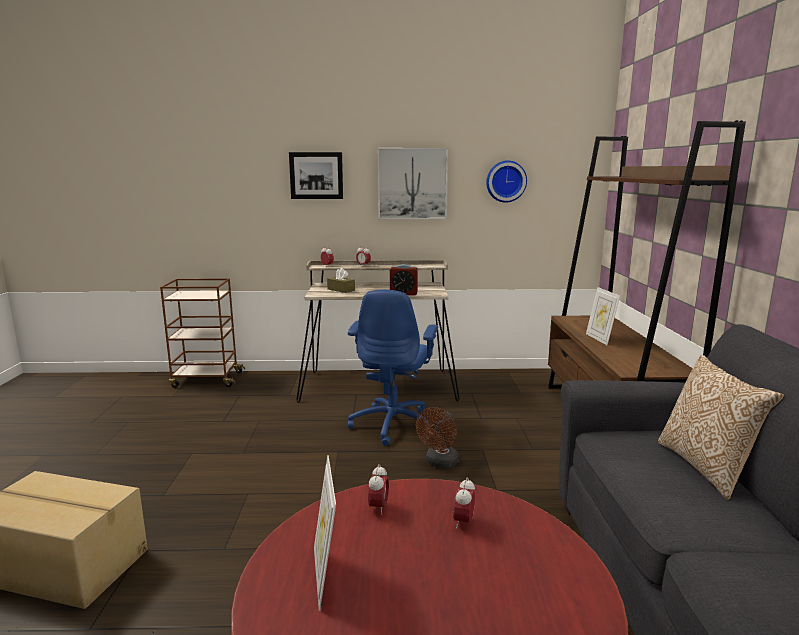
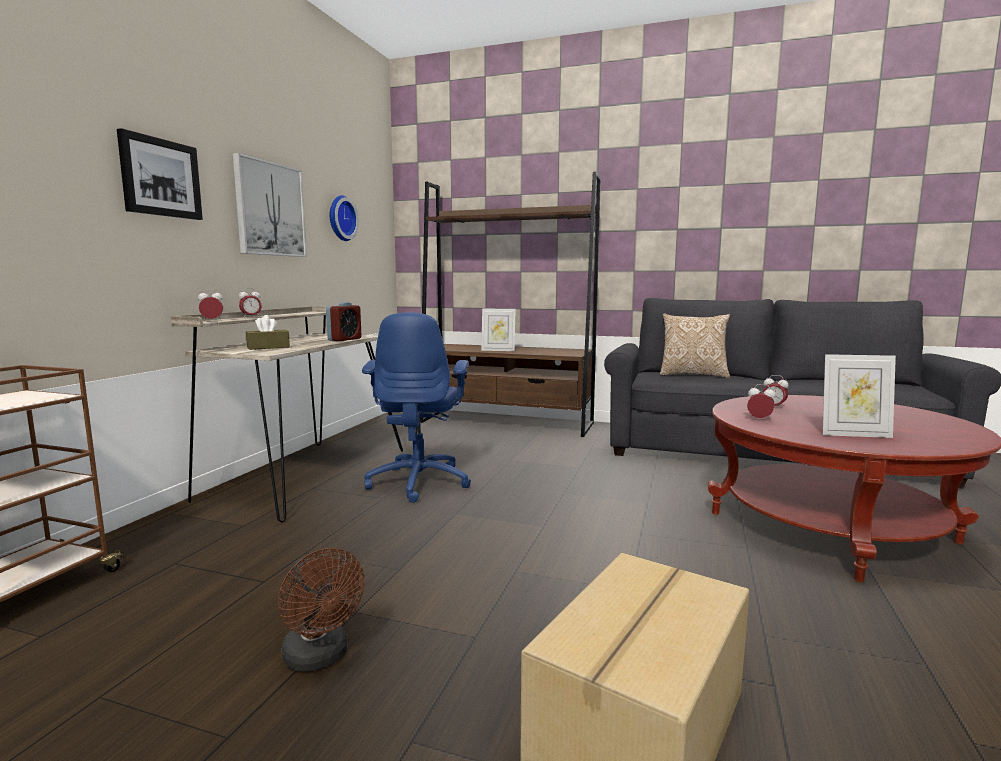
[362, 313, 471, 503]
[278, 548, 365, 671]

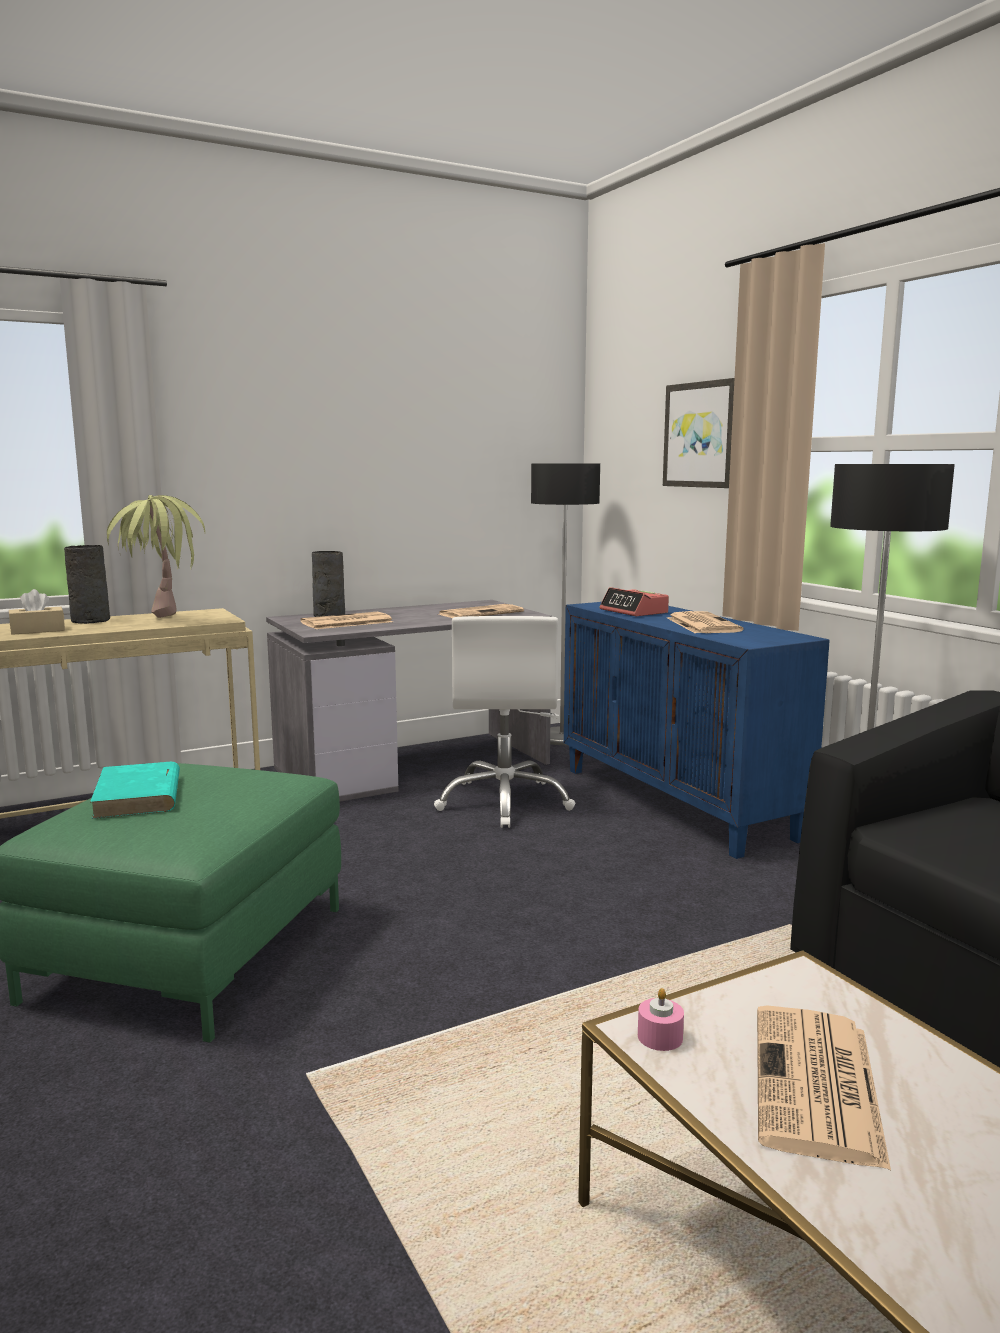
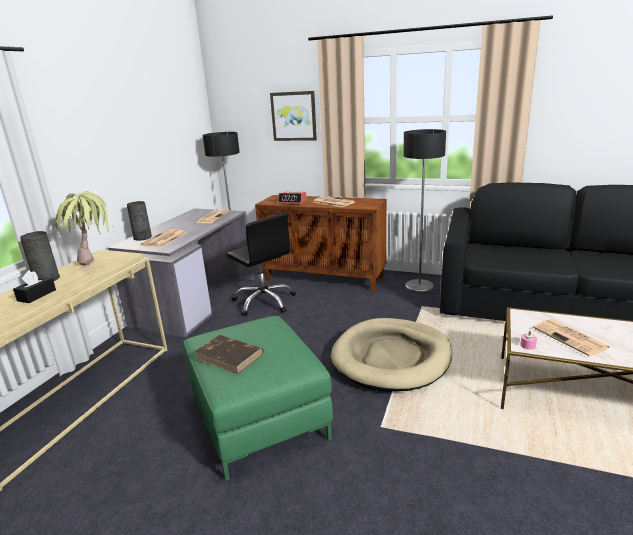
[13, 271, 56, 303]
[255, 195, 386, 291]
[227, 213, 296, 316]
[195, 335, 263, 374]
[331, 318, 452, 391]

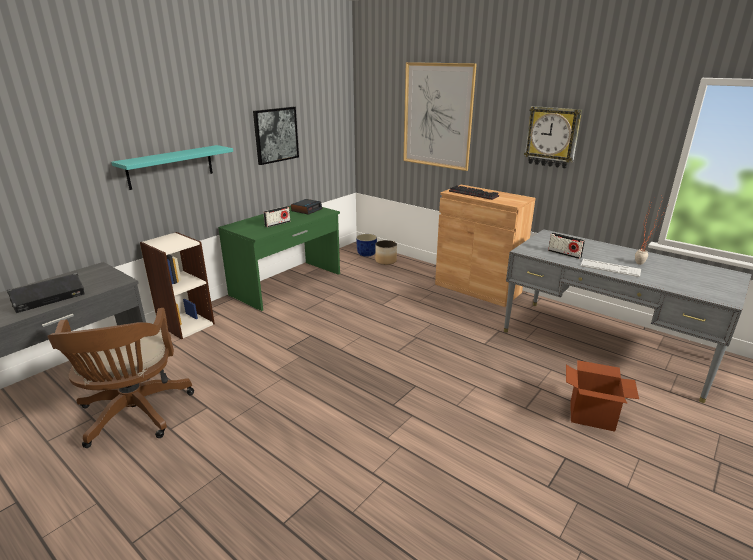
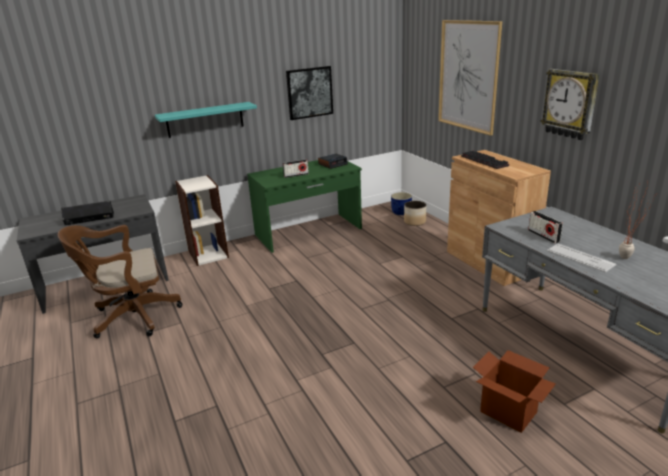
[58, 225, 183, 338]

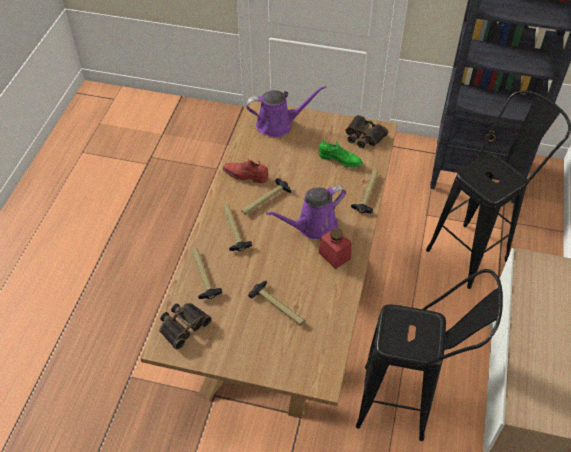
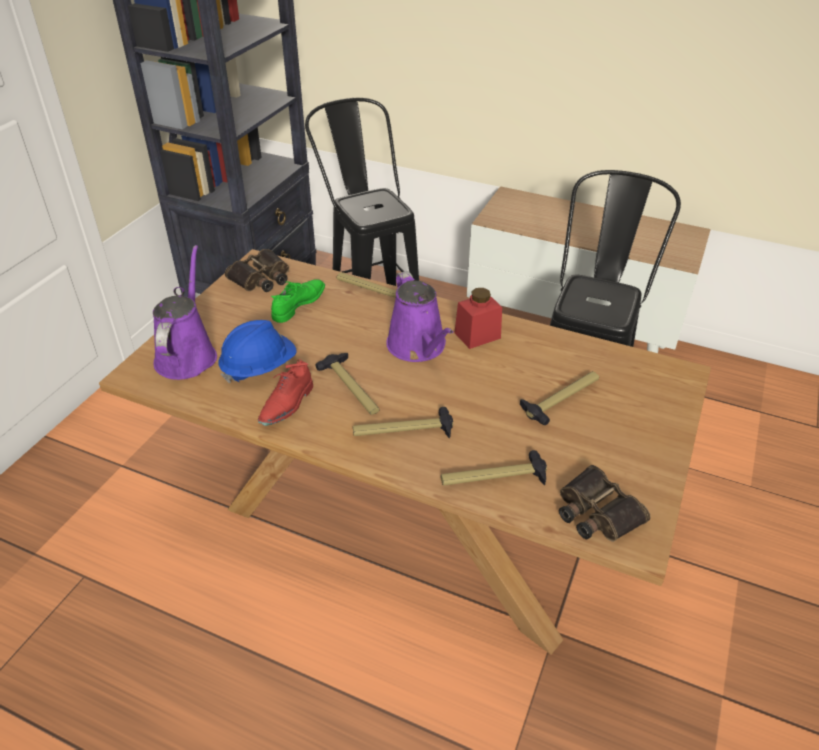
[219, 320, 297, 383]

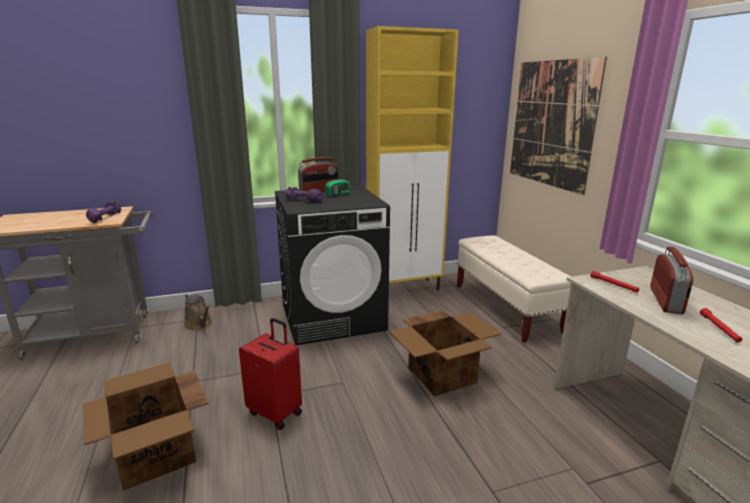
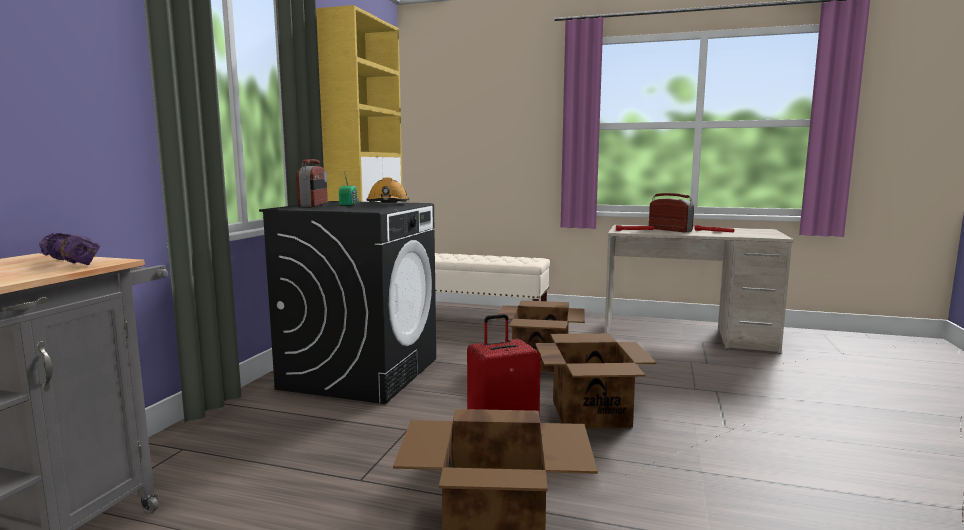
[510, 57, 607, 195] (first image)
[286, 187, 324, 202] (first image)
[184, 293, 212, 331] (first image)
[366, 177, 409, 203]
[535, 333, 656, 428]

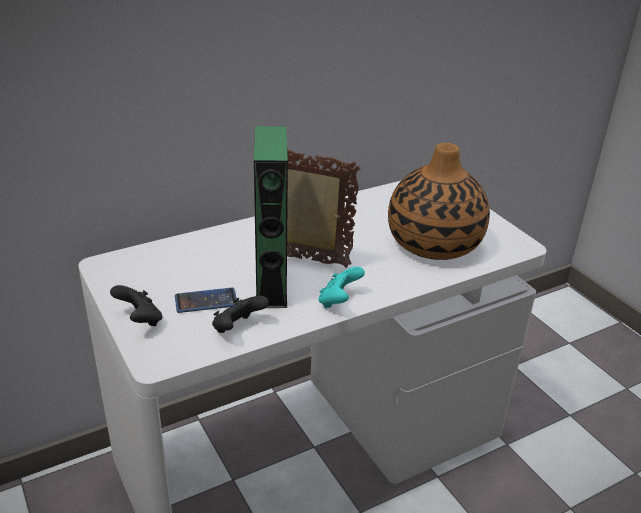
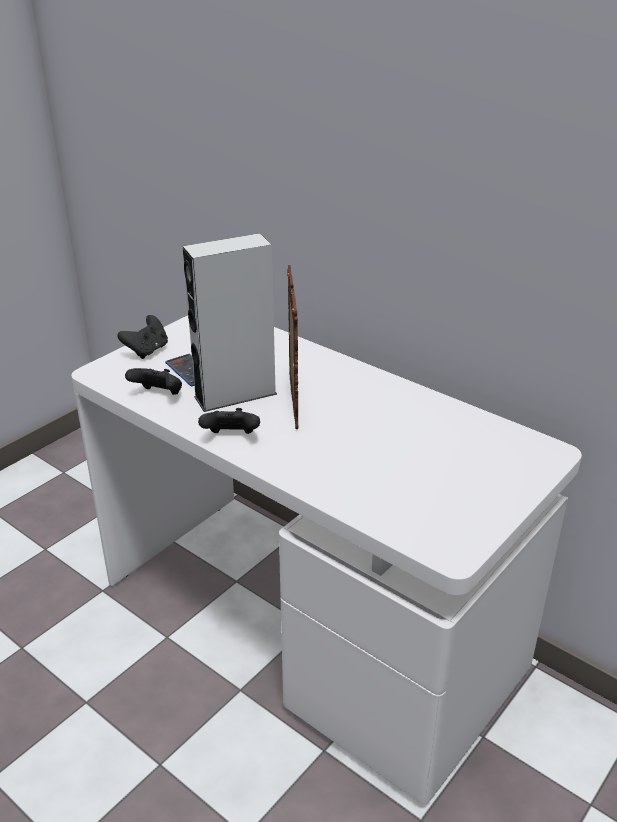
[183, 233, 277, 412]
[388, 143, 490, 260] (first image)
[198, 408, 260, 434]

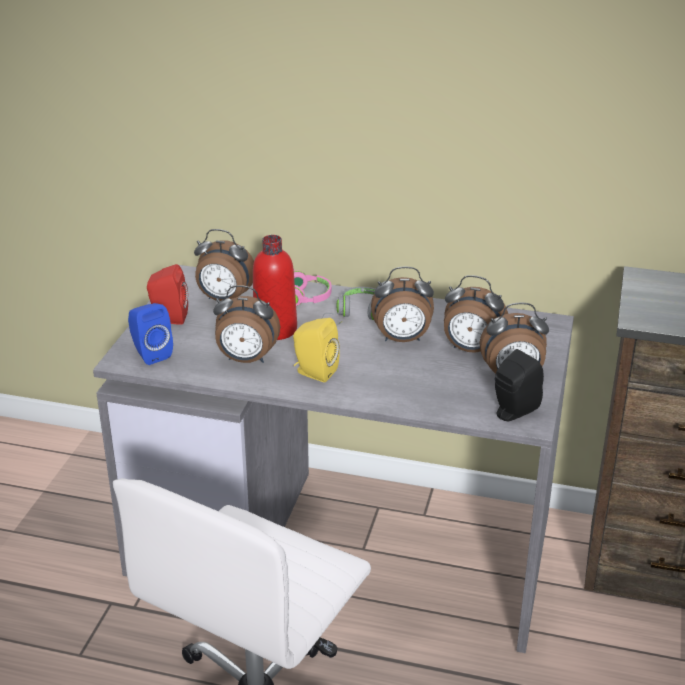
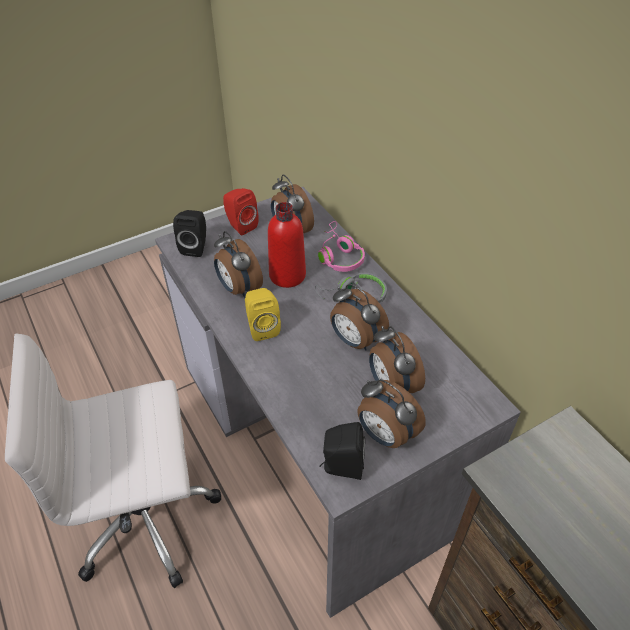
[173, 210, 206, 257]

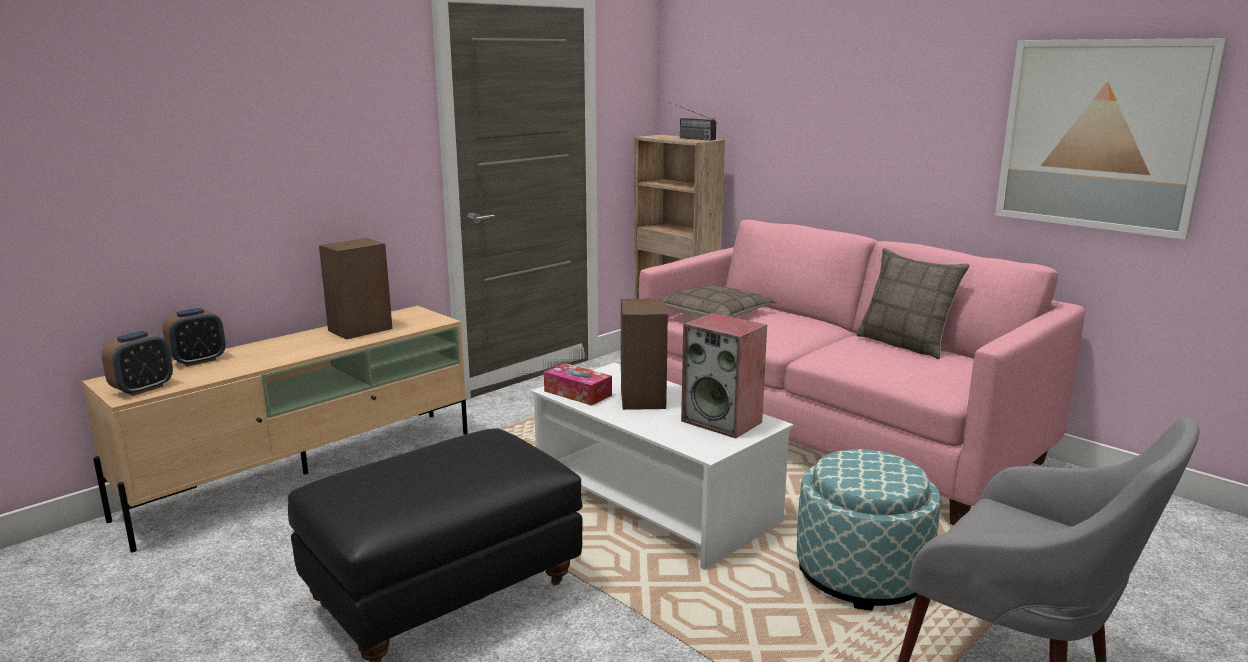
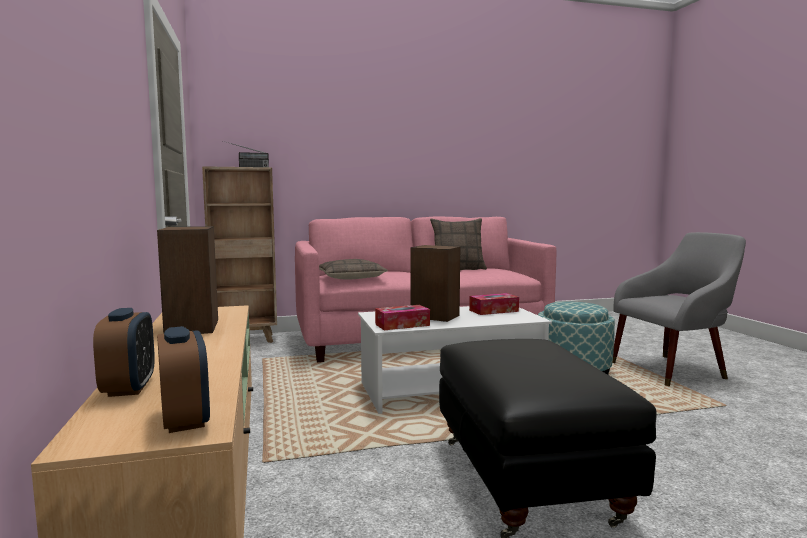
[995, 38, 1228, 240] (first image)
[469, 293, 519, 315]

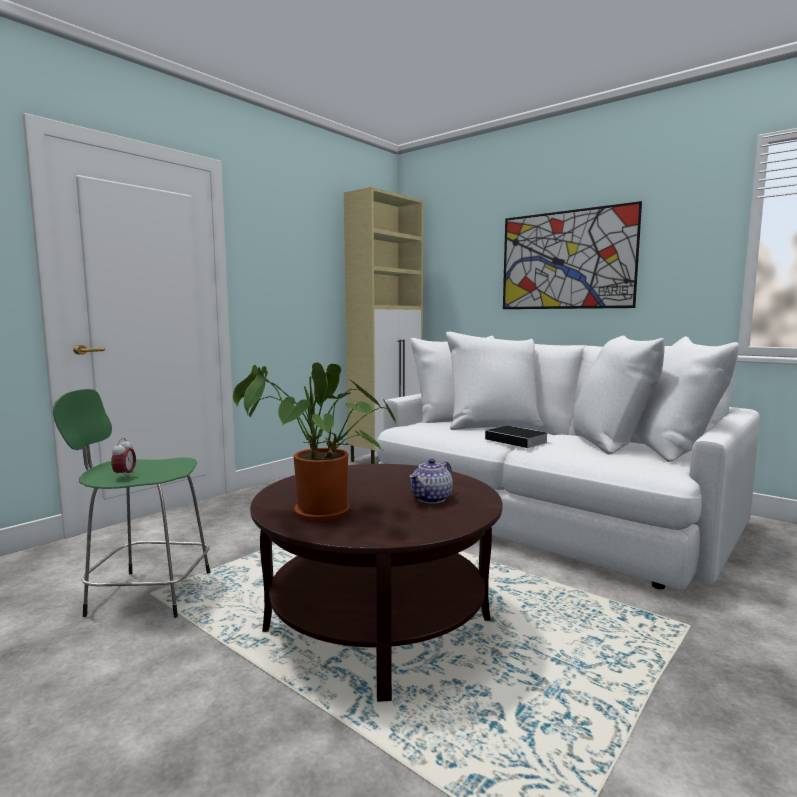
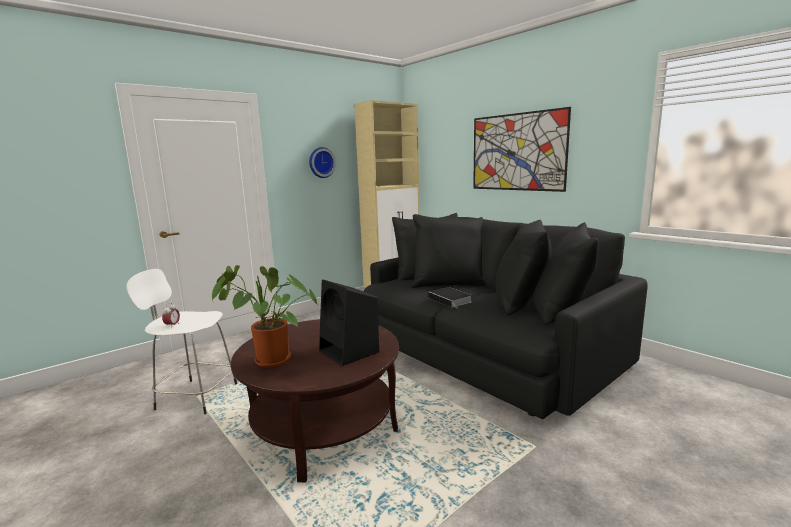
[363, 213, 648, 419]
[127, 269, 237, 415]
[319, 279, 379, 366]
[309, 147, 336, 178]

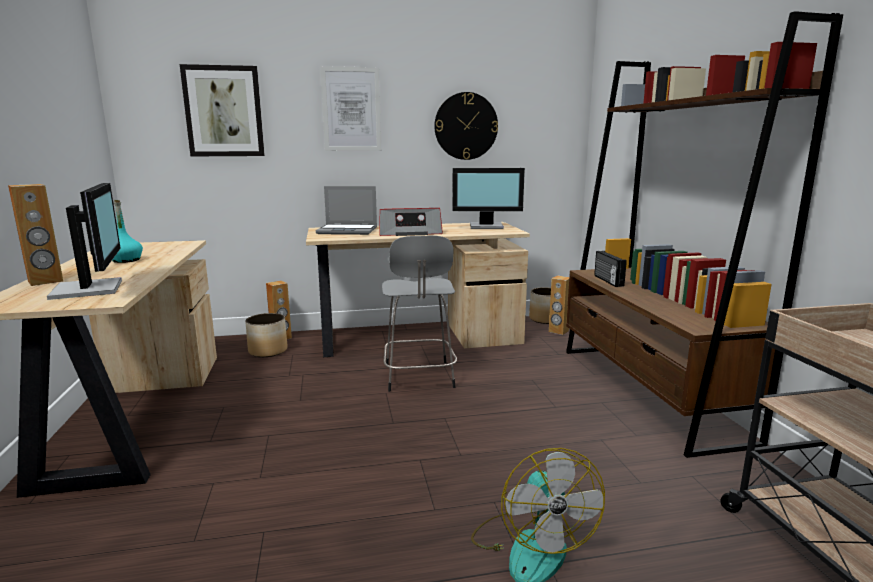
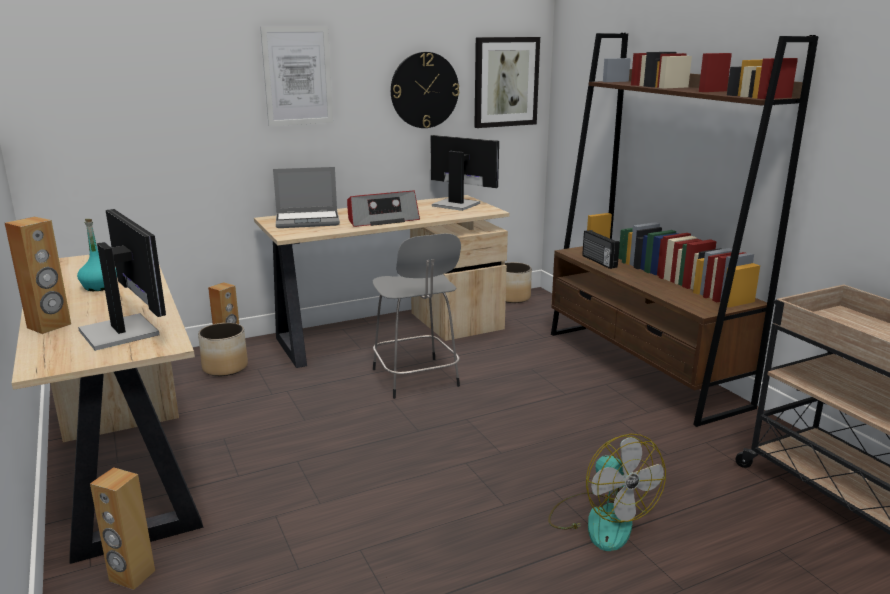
[474, 37, 540, 128]
[431, 135, 499, 211]
[90, 467, 155, 590]

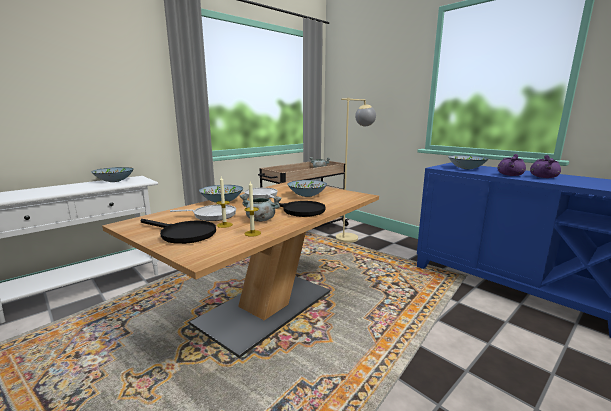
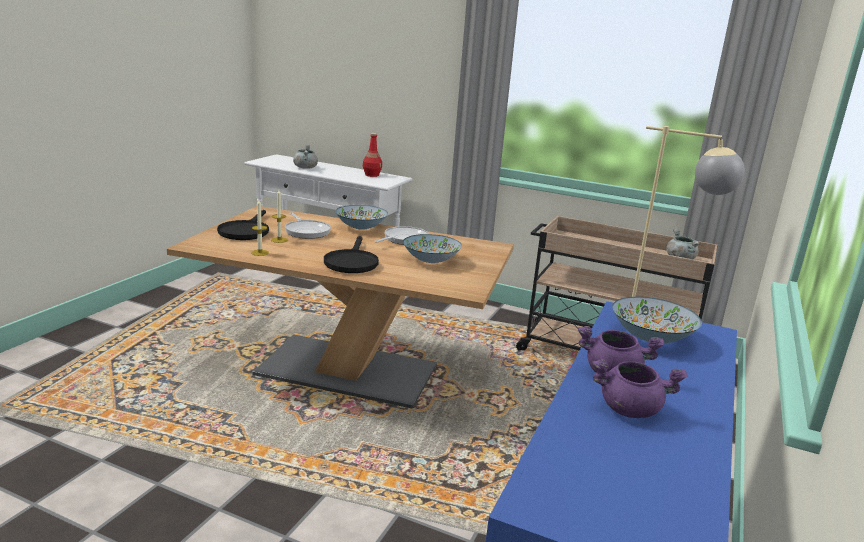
[363, 133, 382, 177]
[293, 145, 318, 169]

